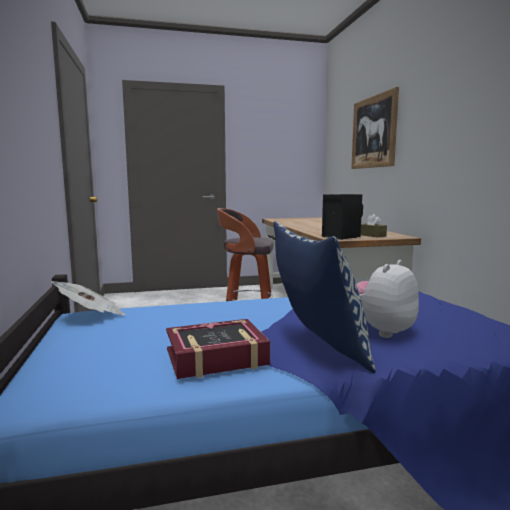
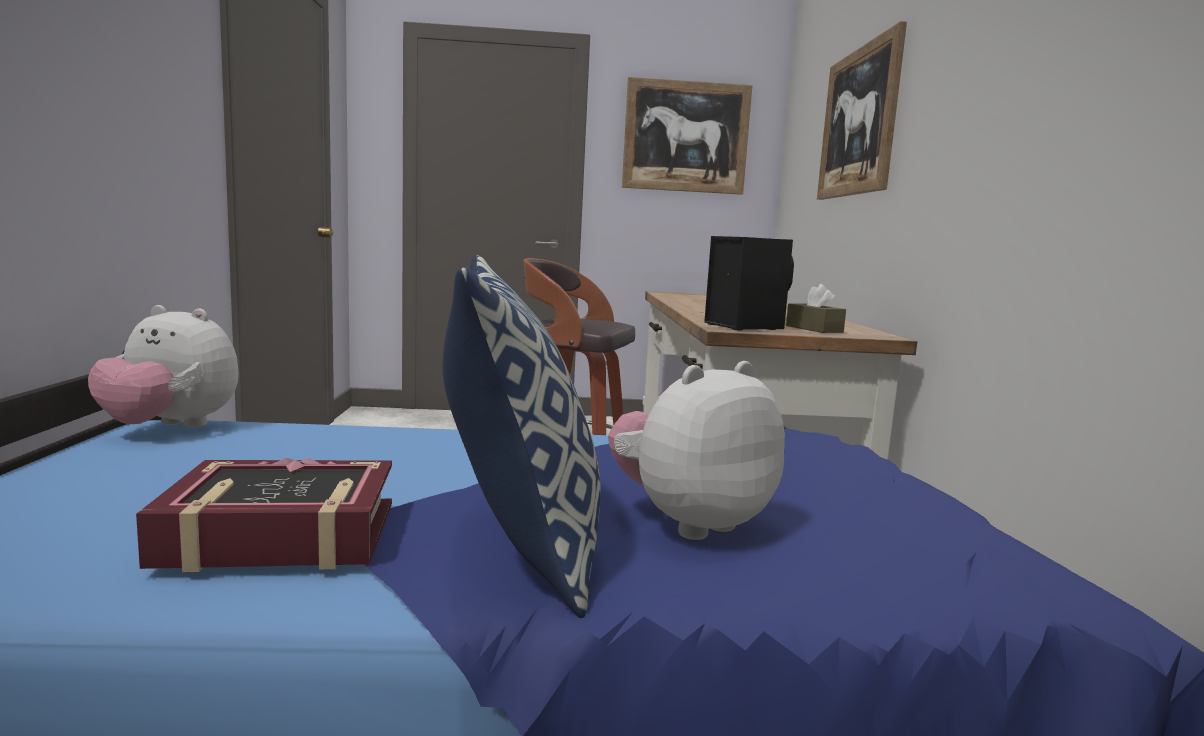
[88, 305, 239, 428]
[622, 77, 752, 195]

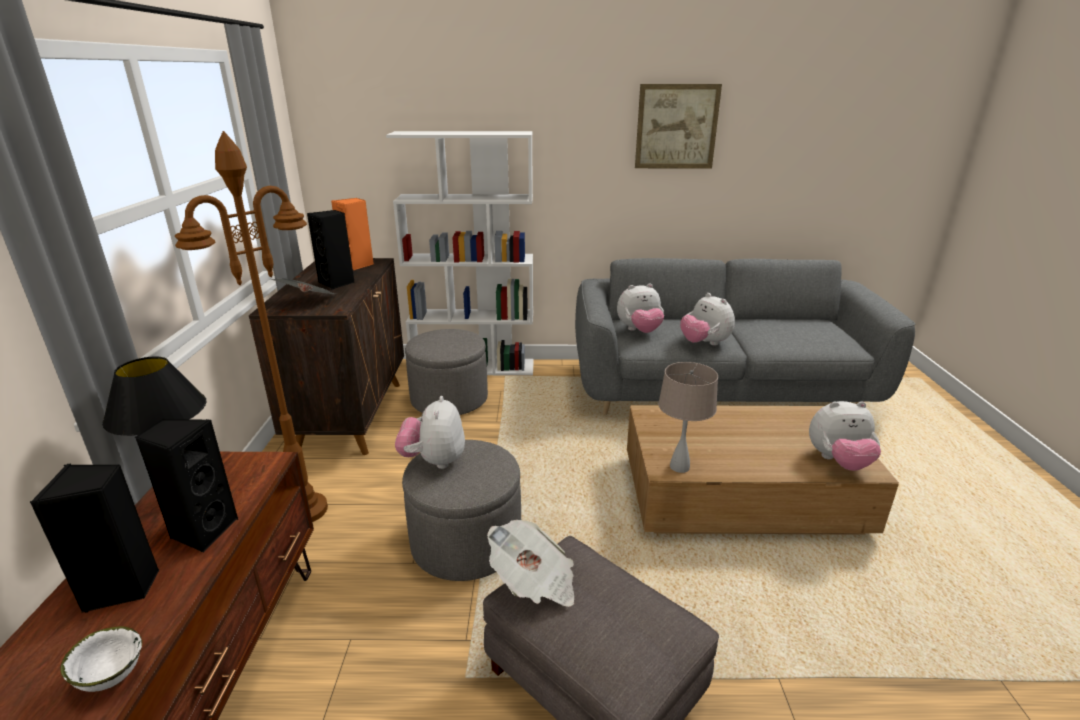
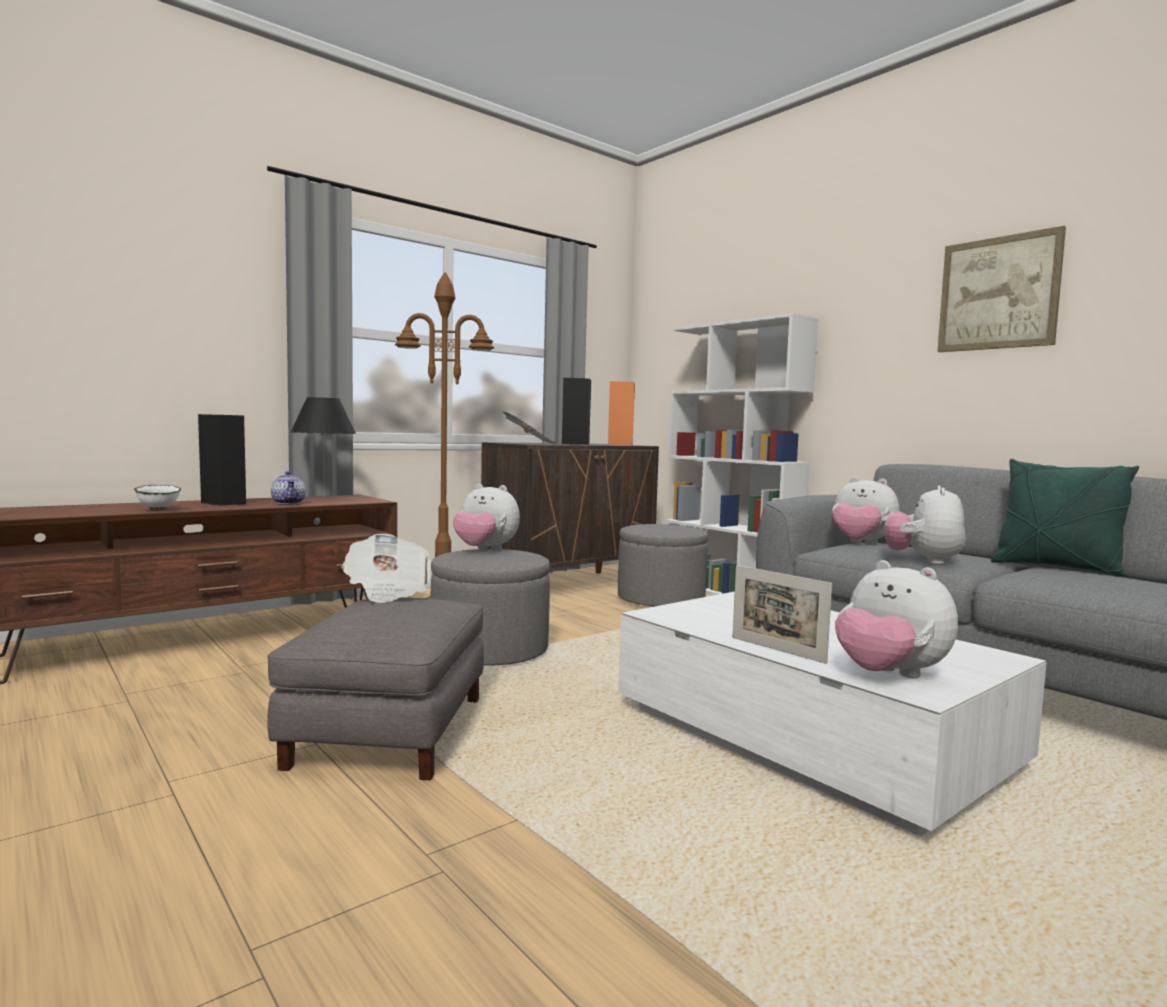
[658, 362, 718, 473] (first image)
[453, 484, 520, 550]
[618, 591, 1046, 837]
[271, 471, 306, 504]
[991, 459, 1139, 576]
[733, 565, 832, 664]

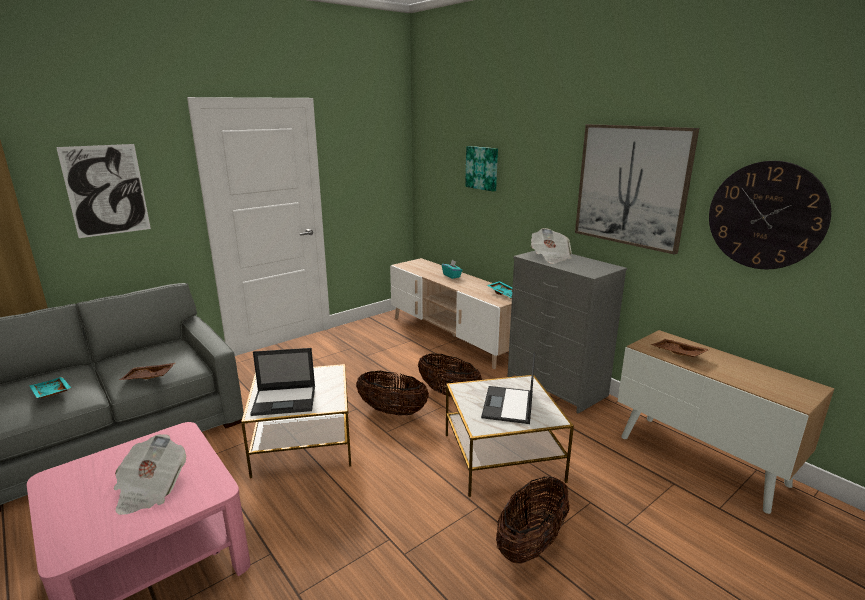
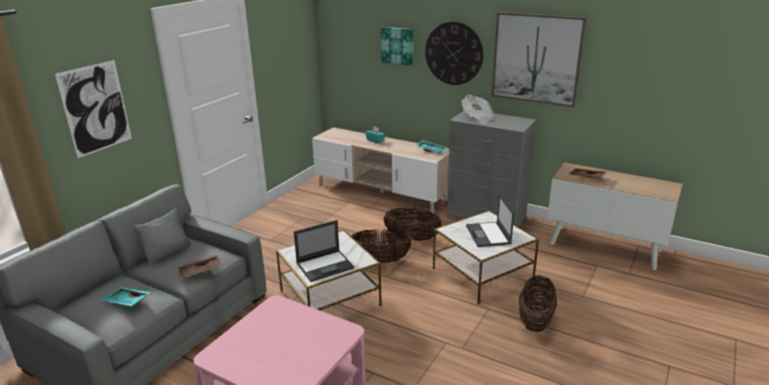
[425, 21, 484, 85]
[113, 434, 186, 515] (first image)
[133, 208, 191, 264]

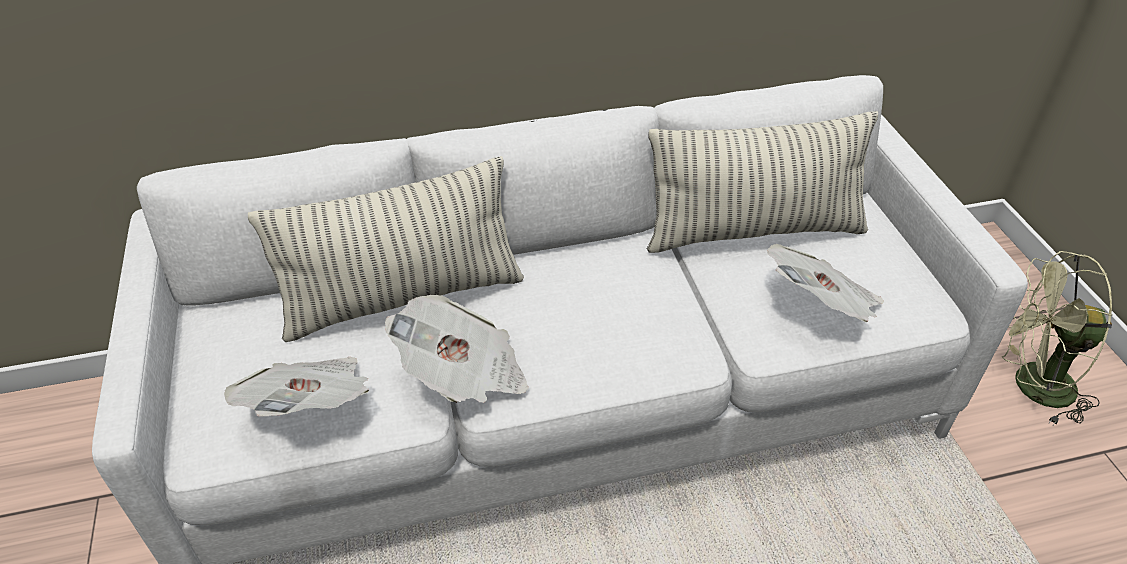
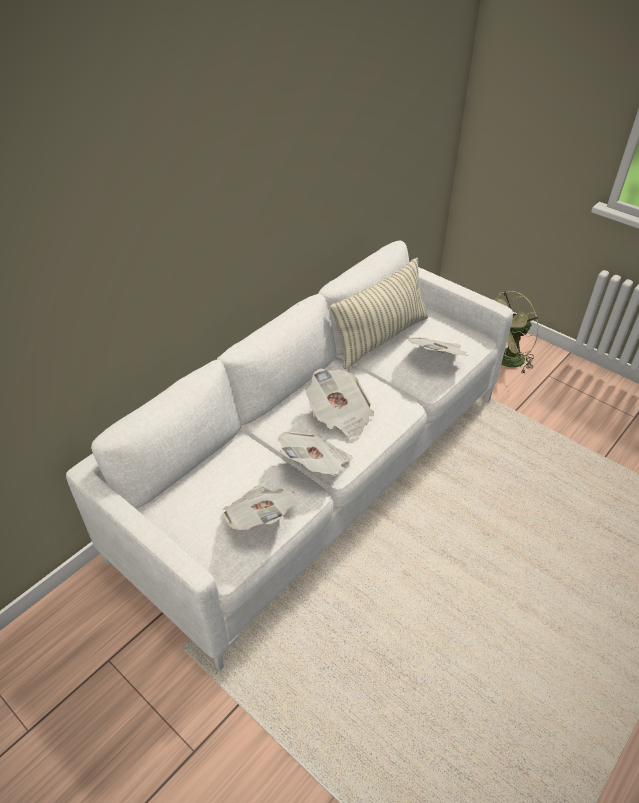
[248, 156, 524, 342] (first image)
[306, 368, 374, 440]

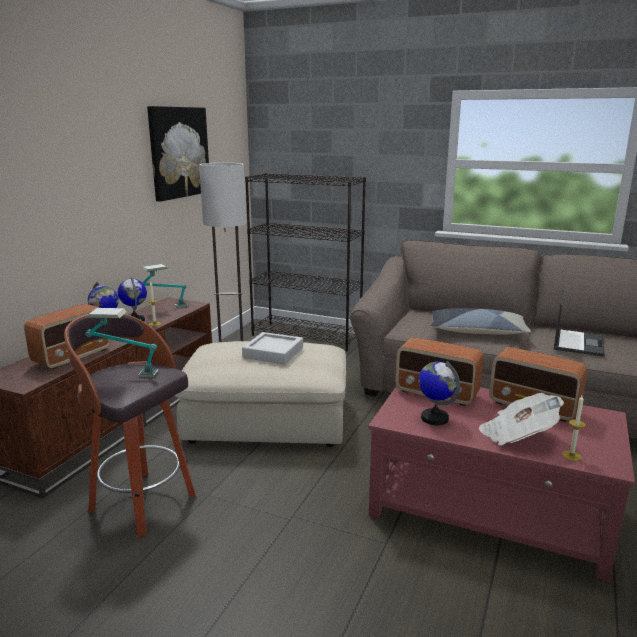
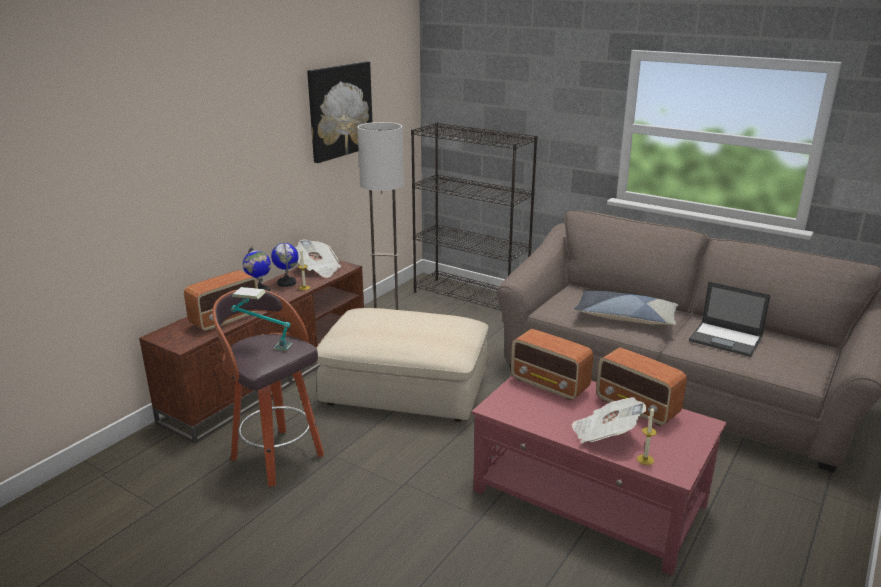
[295, 239, 341, 278]
[689, 281, 771, 357]
[242, 332, 303, 364] (first image)
[418, 361, 460, 425] (first image)

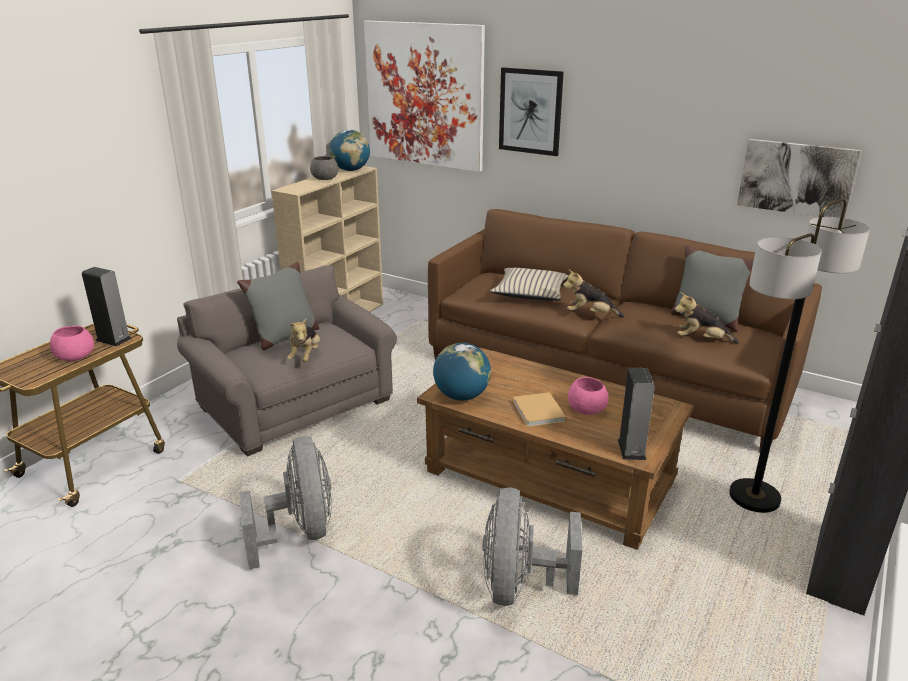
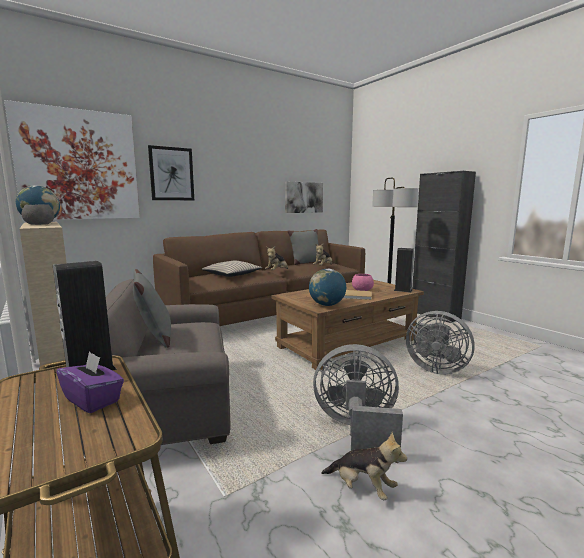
[321, 432, 407, 500]
[56, 351, 124, 413]

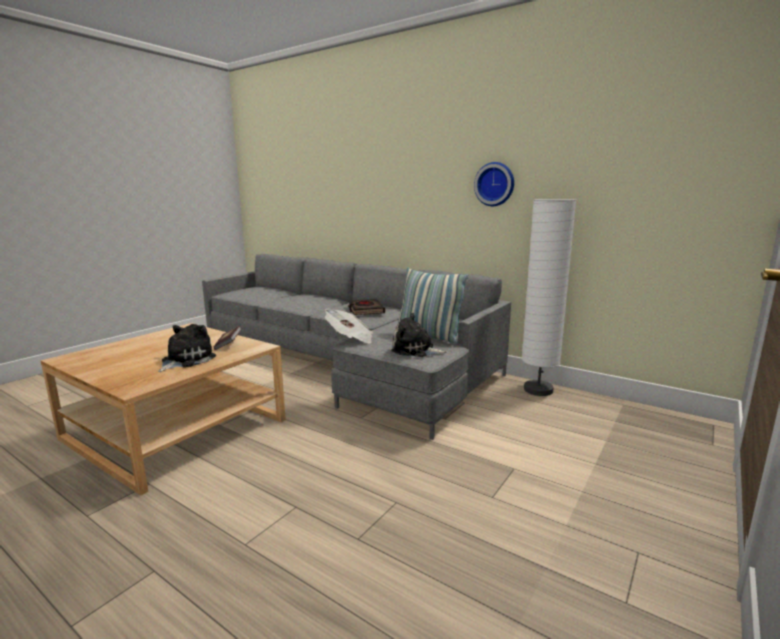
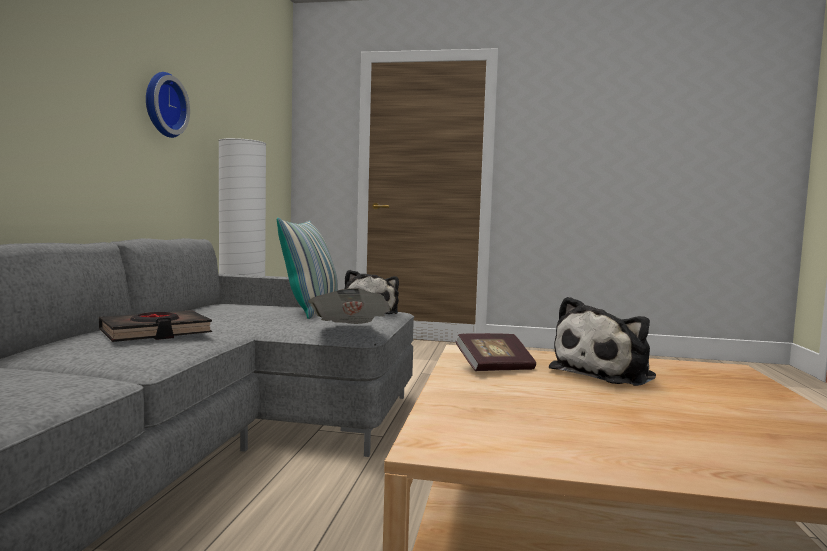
[549, 297, 656, 386]

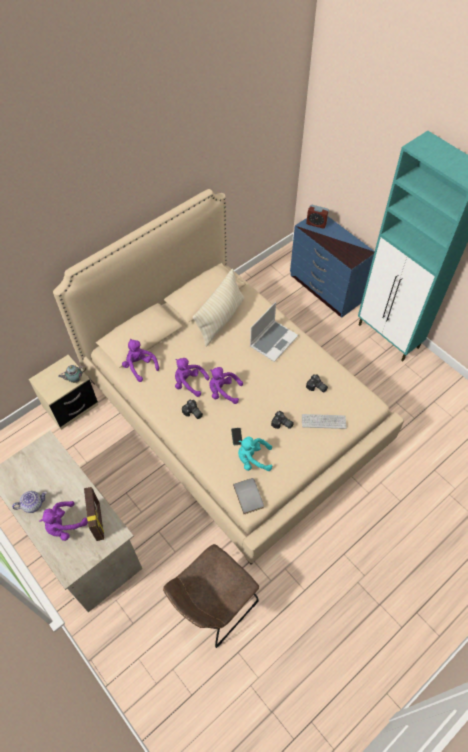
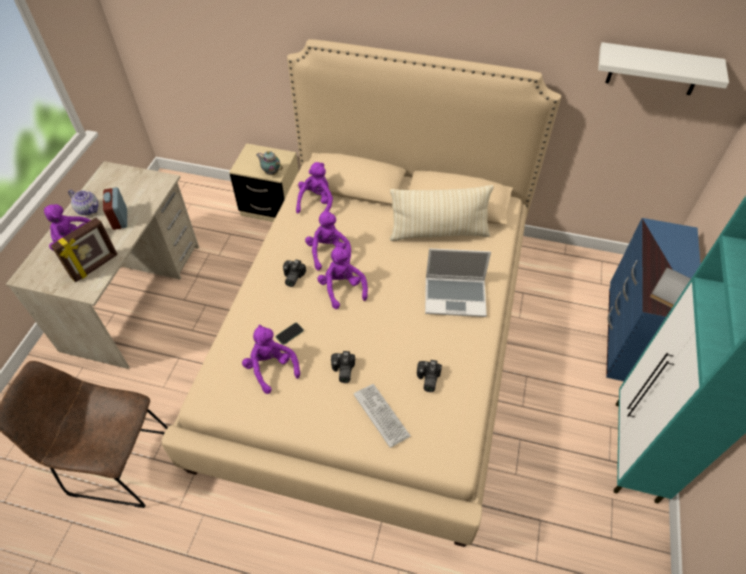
[103, 187, 127, 230]
[242, 325, 300, 394]
[650, 267, 691, 308]
[598, 42, 729, 95]

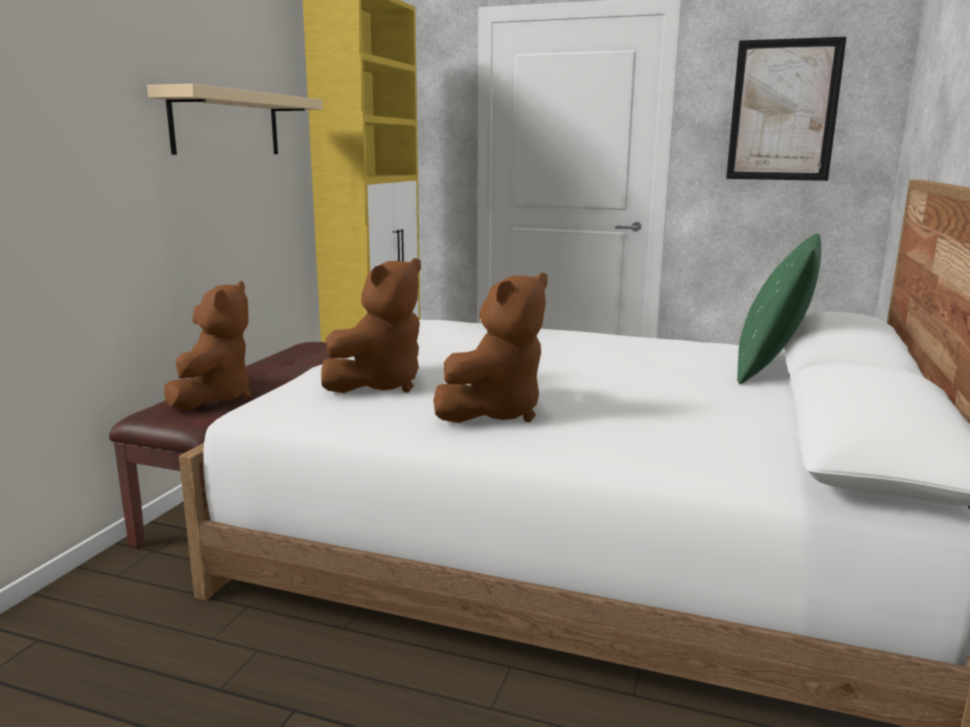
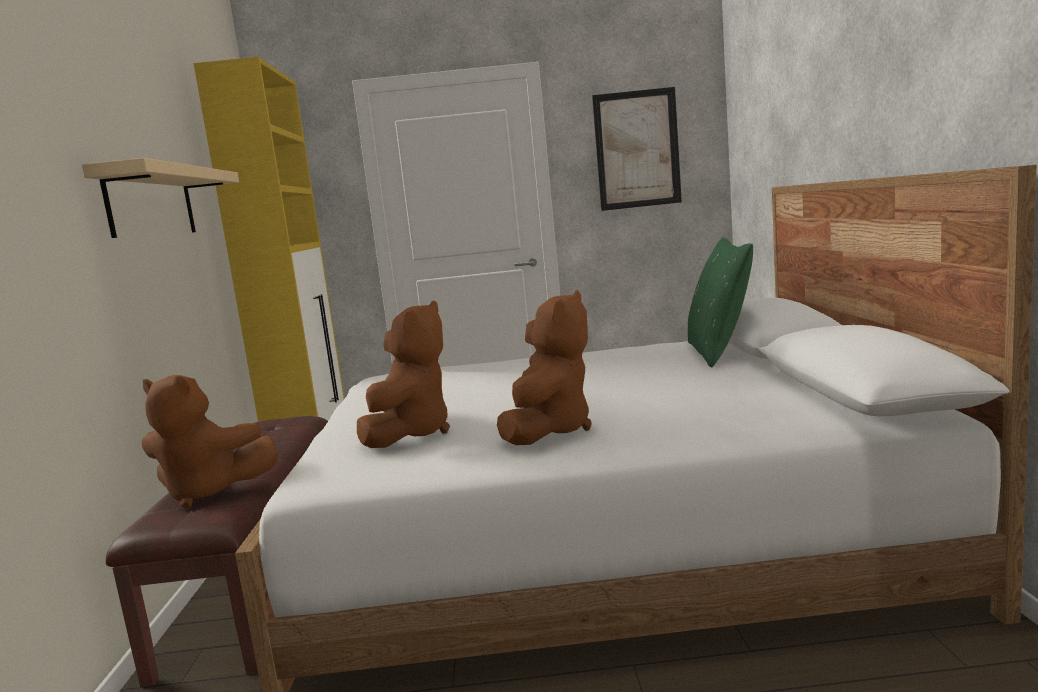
[142, 375, 278, 509]

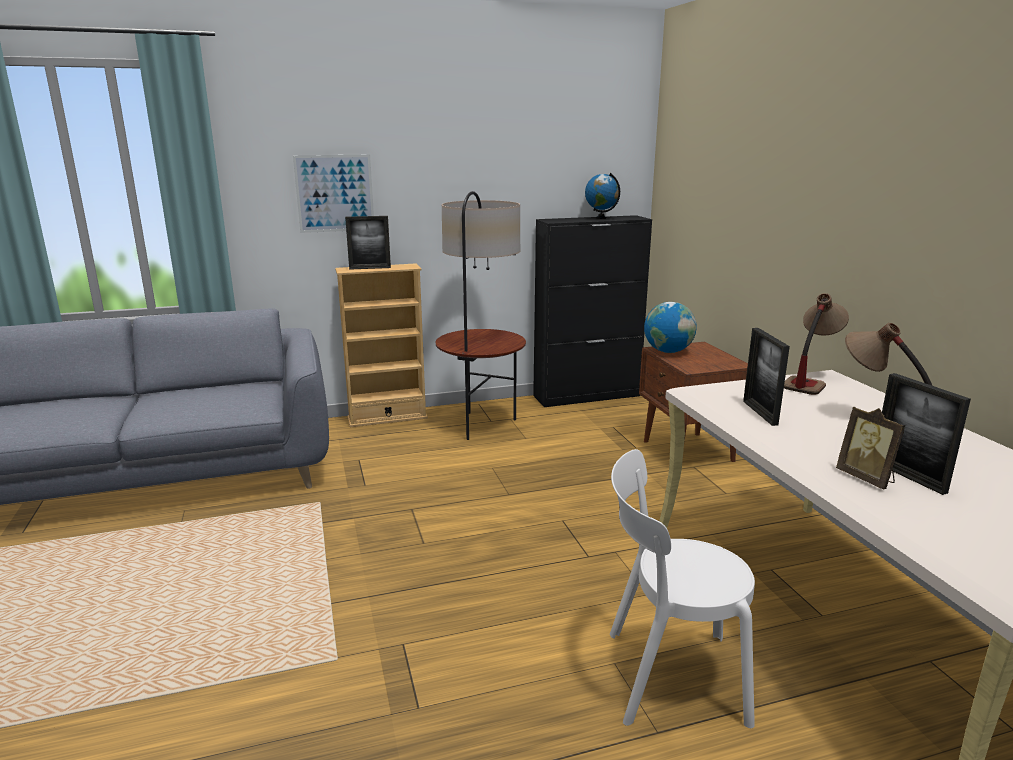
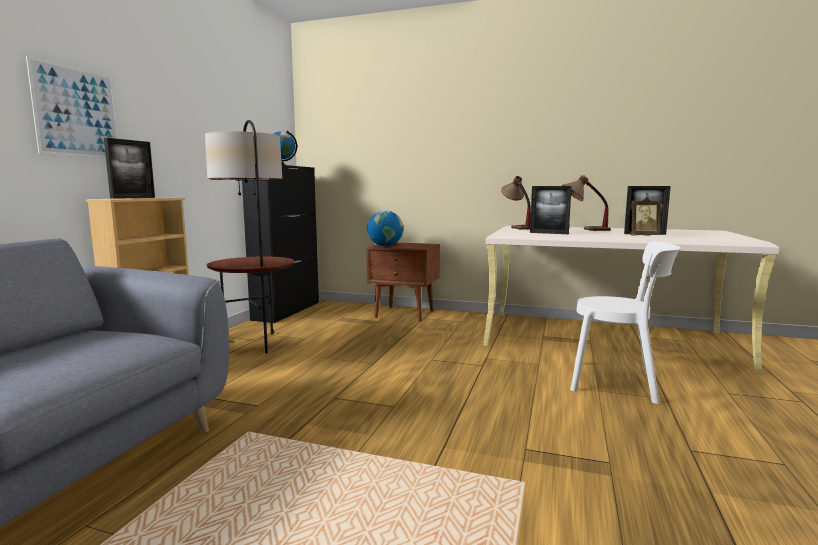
[570, 241, 681, 404]

